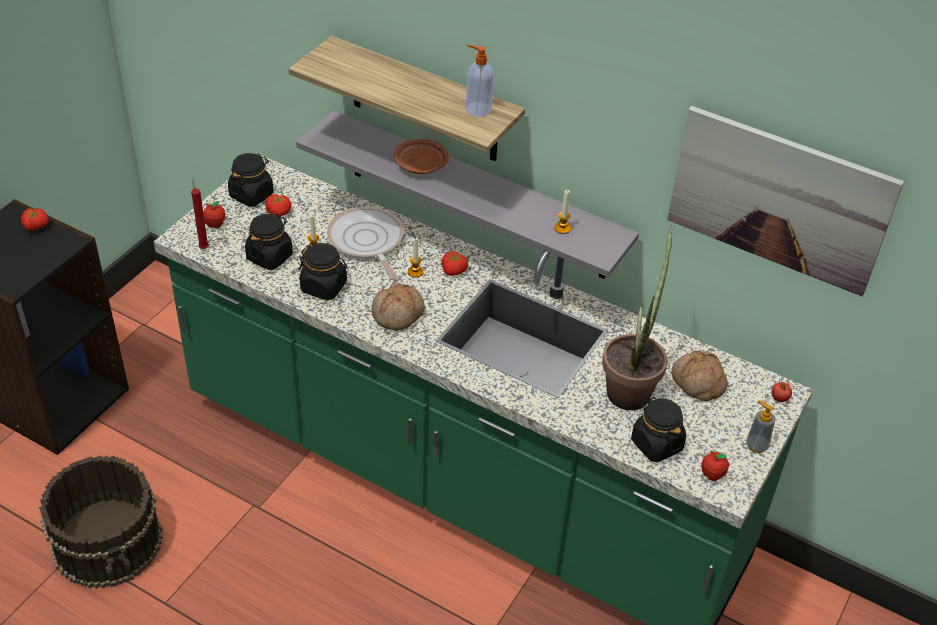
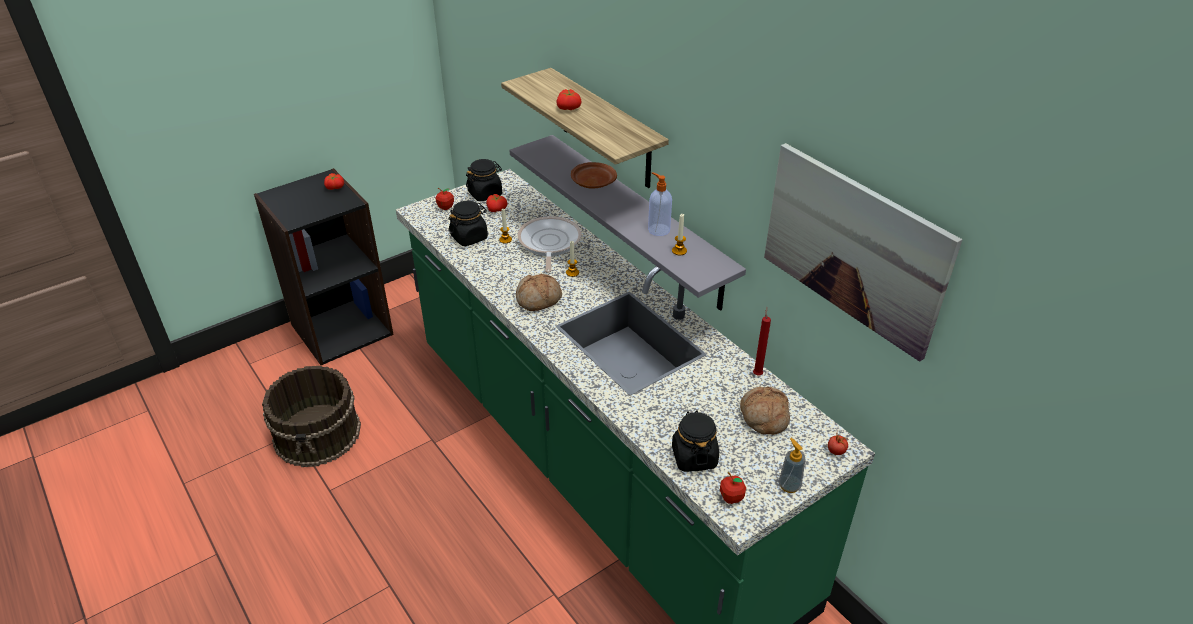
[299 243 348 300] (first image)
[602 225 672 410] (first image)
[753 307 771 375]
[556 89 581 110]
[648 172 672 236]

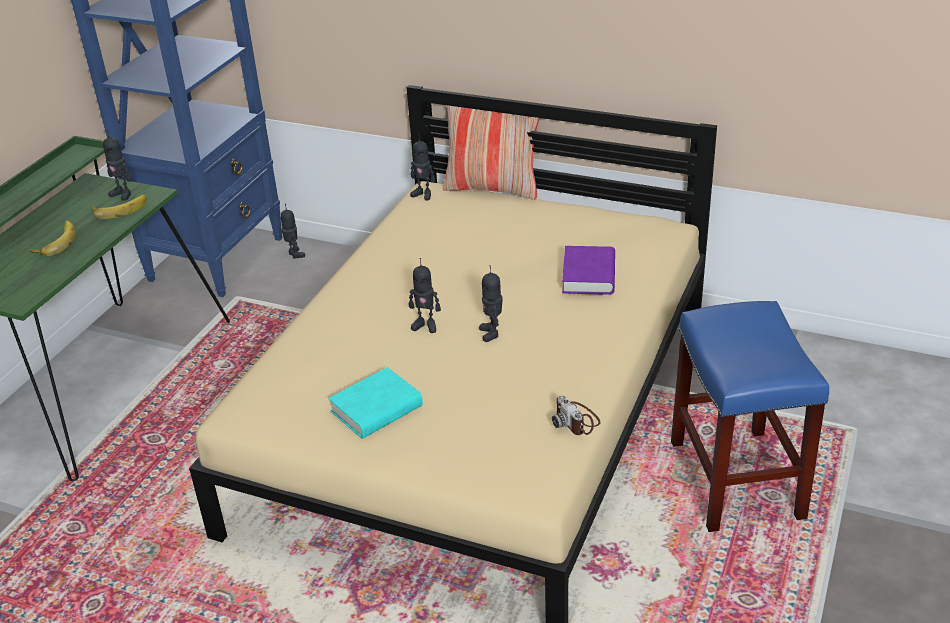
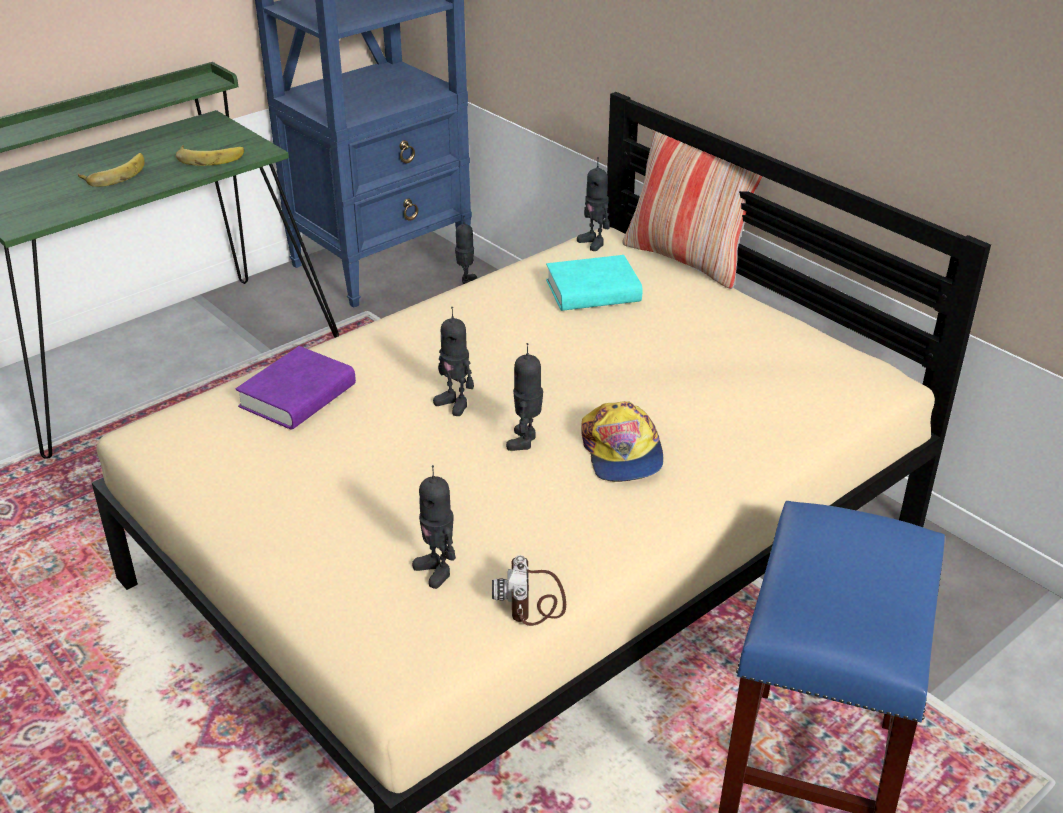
[581 401 663 482]
[412 465 456 589]
[546 255 643 311]
[236 346 356 430]

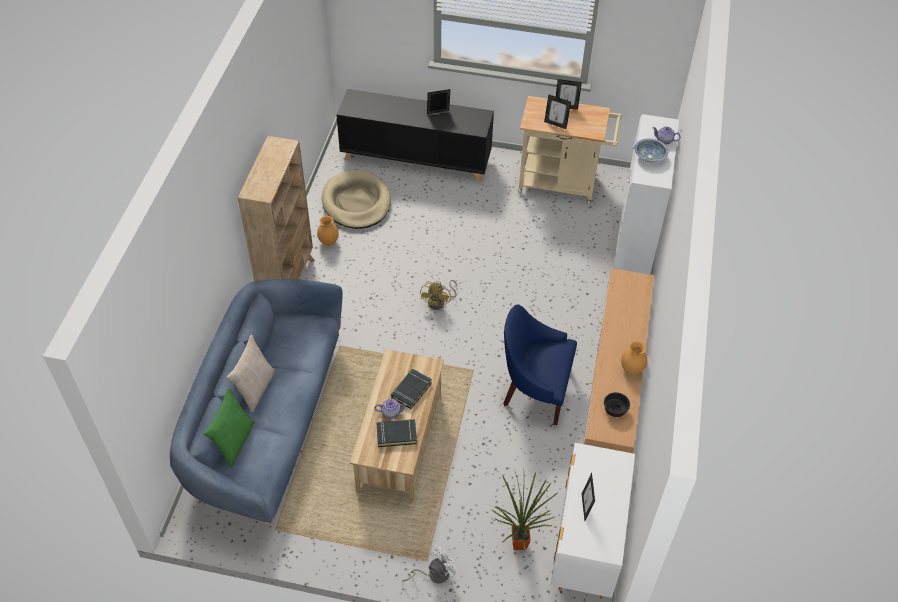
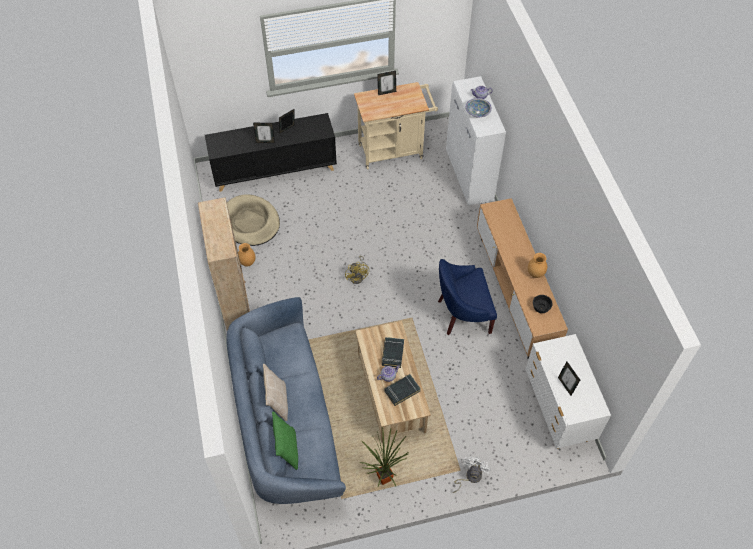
[360 428 408 487]
[253 123 275 143]

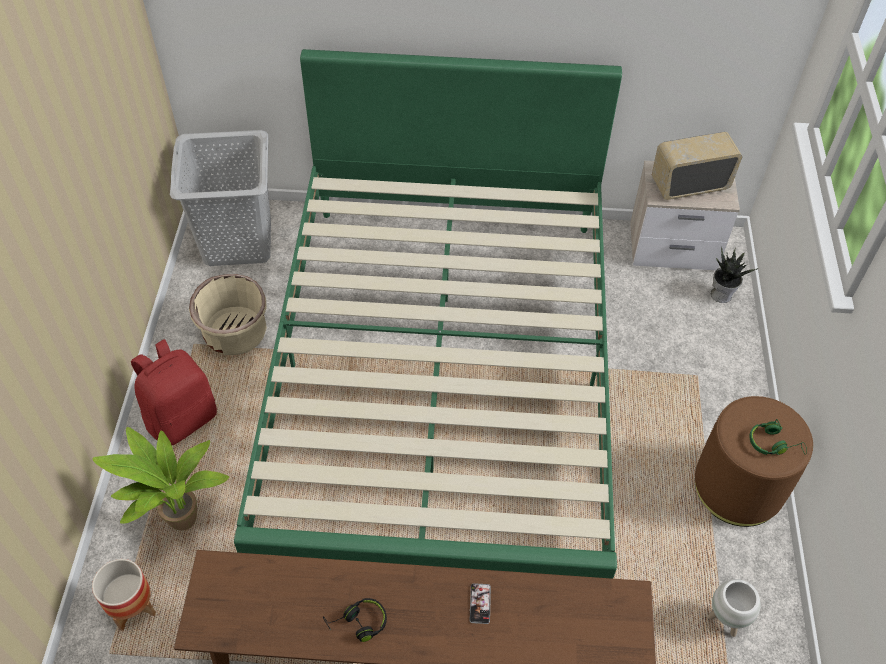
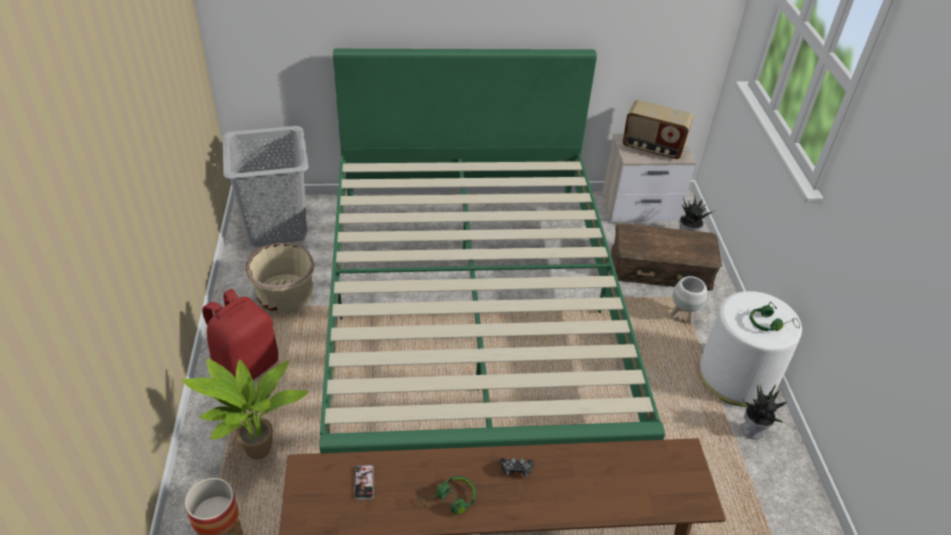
[499 458 534 477]
[611 223 722 291]
[741 384 787 440]
[355 465 374 500]
[670 276 707 325]
[417 476 476 515]
[700 291 802 407]
[623 100 694 159]

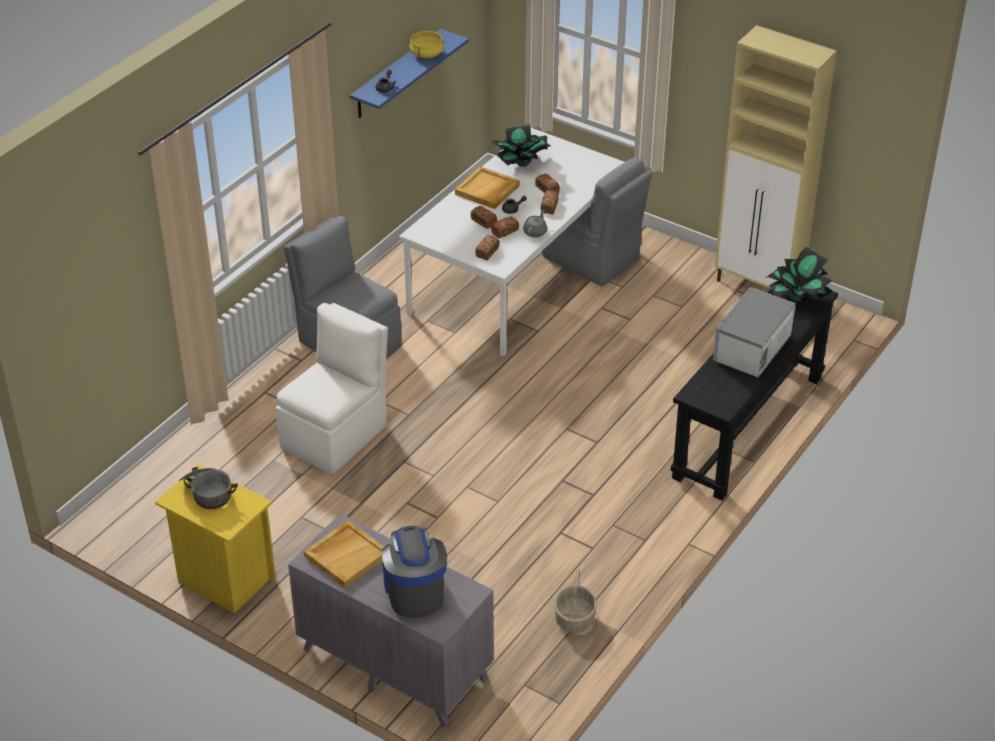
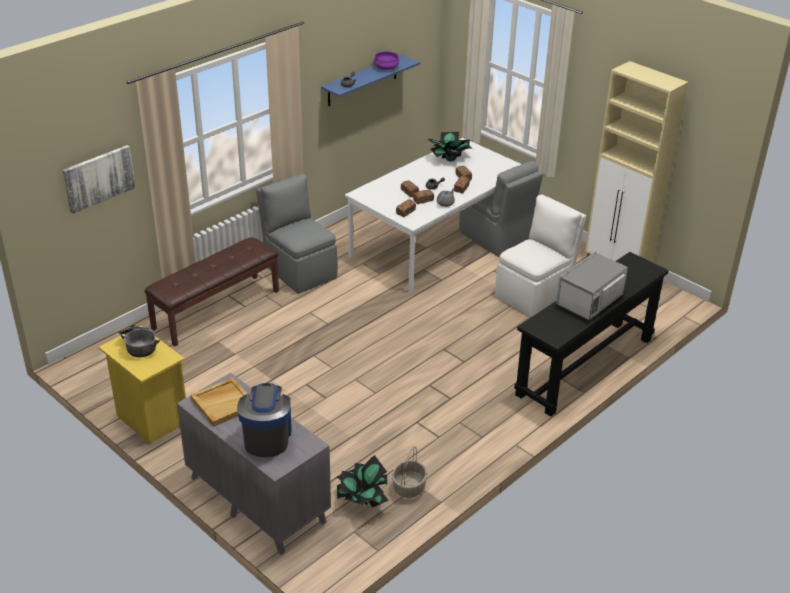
[455 167 520 209] (first image)
[63 145 136 214]
[144 237 279 346]
[495 194 586 317]
[335 455 389 507]
[374 51 399 70]

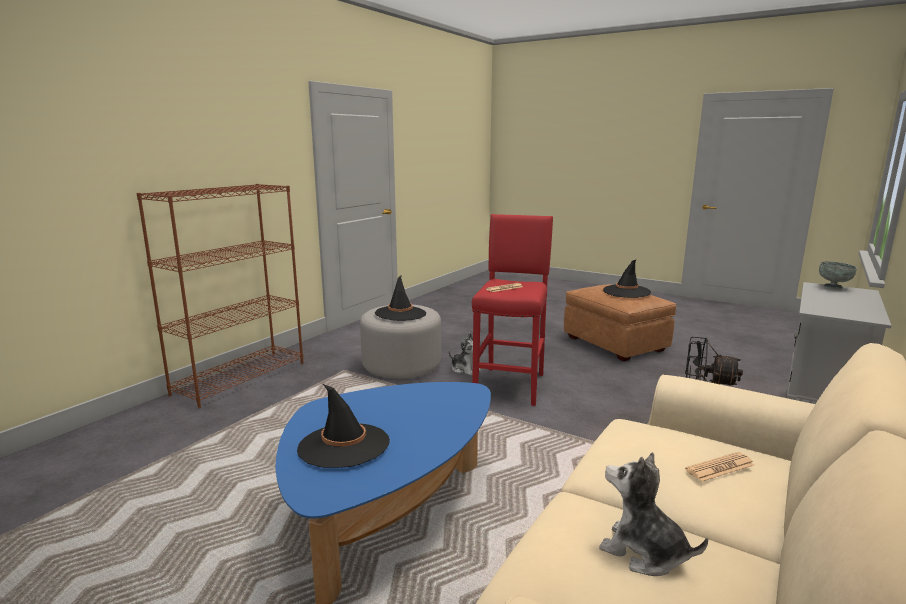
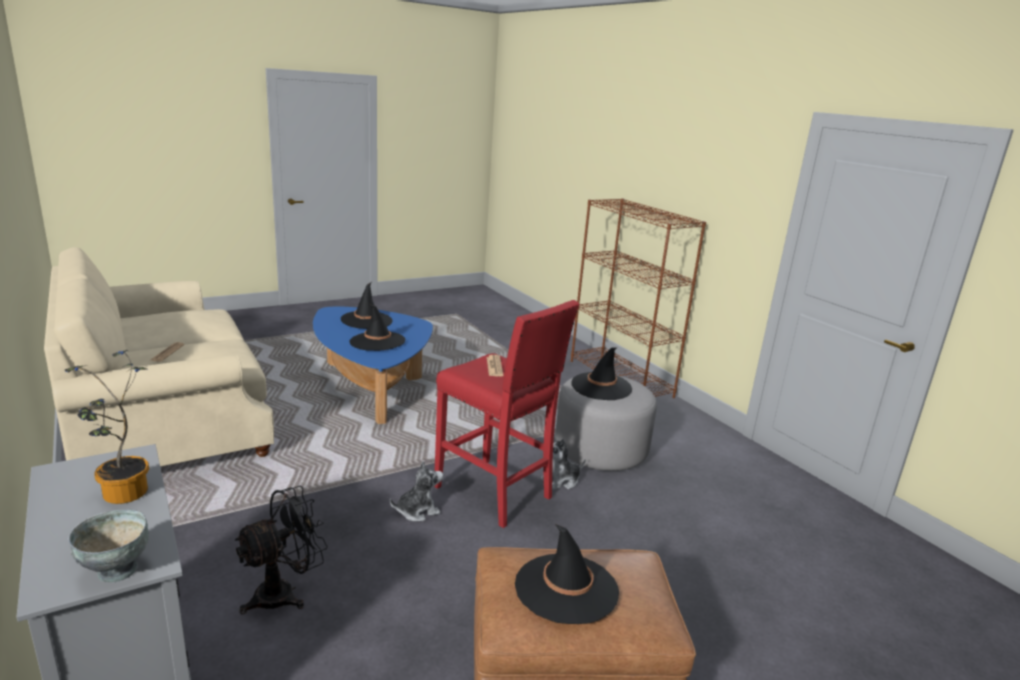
[65 350 149 504]
[349 305 406 351]
[390 461 443 522]

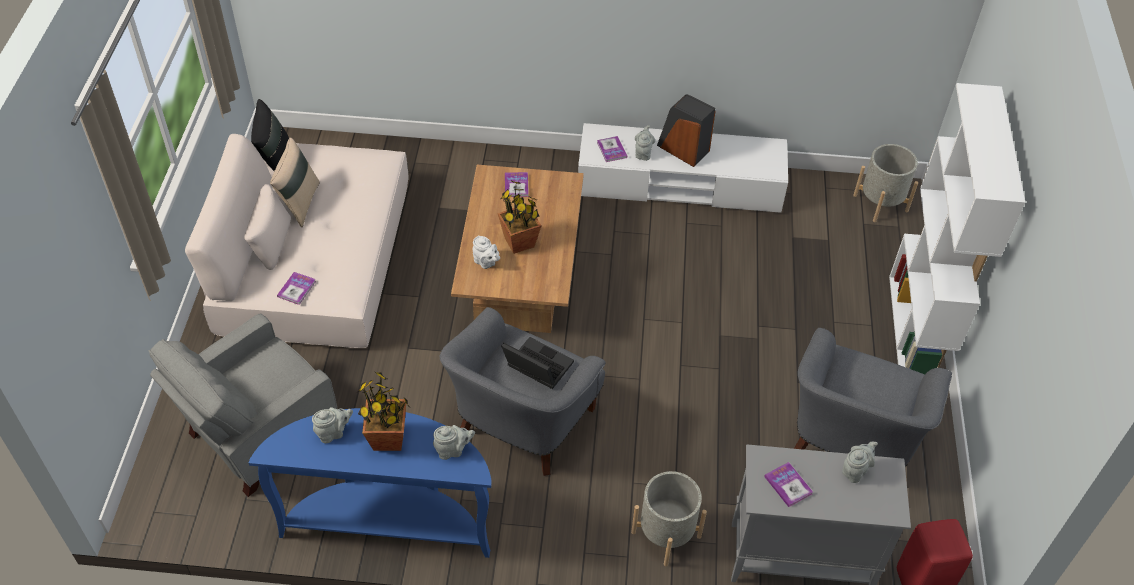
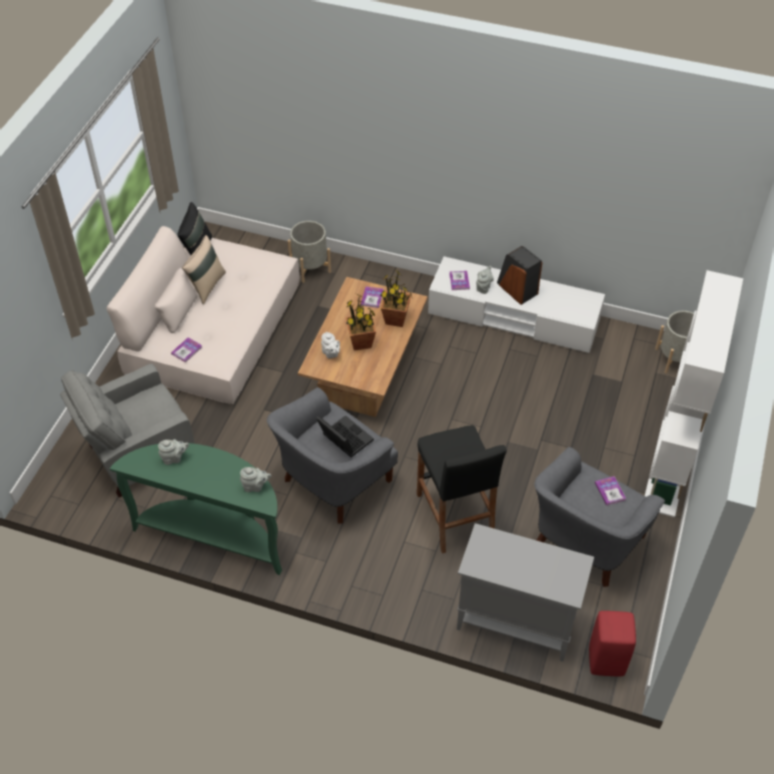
[842 441 878 483] (first image)
[417 425 507 554]
[380 270 412 327]
[288 221 331 283]
[595 476 626 505]
[110 443 282 575]

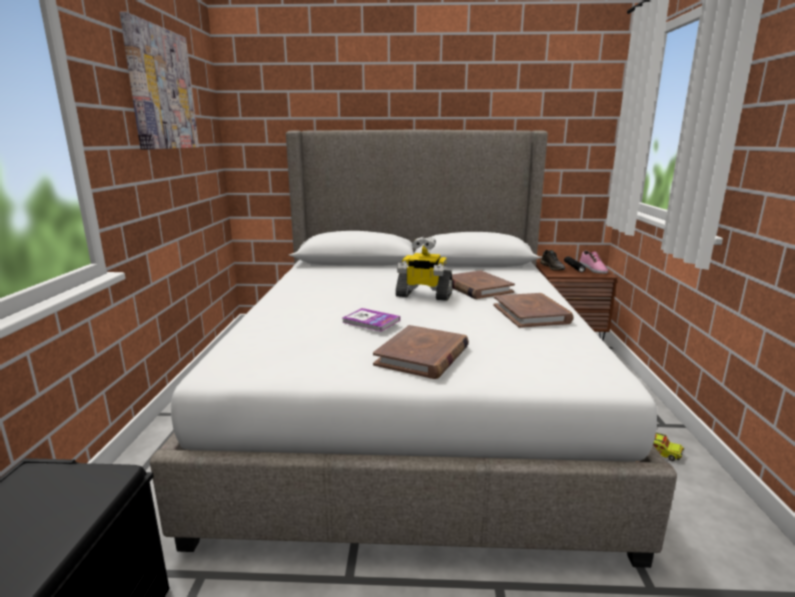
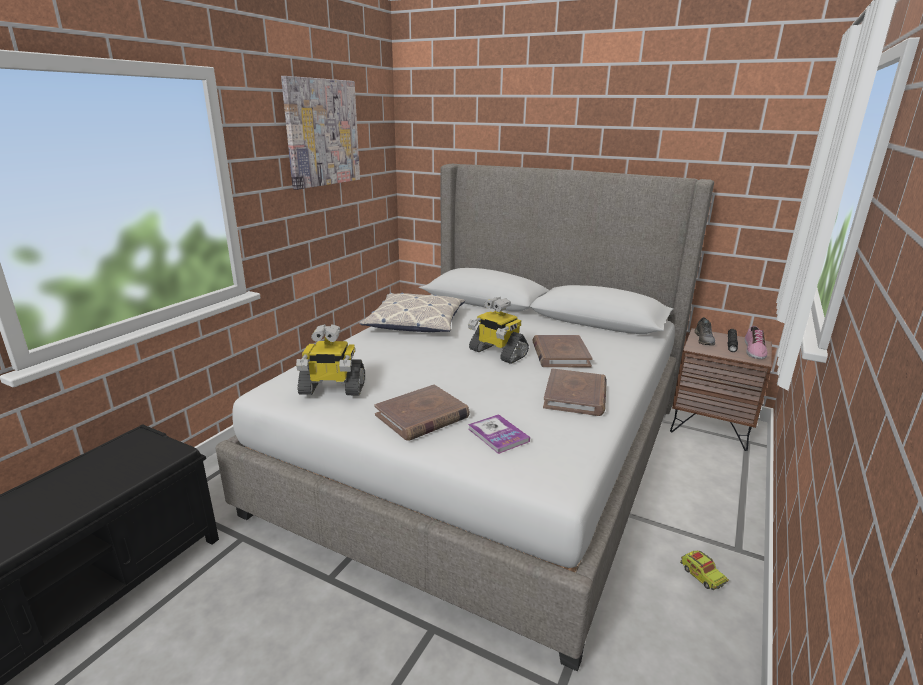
[296 324 365 396]
[359 293 465 332]
[468 414 530 454]

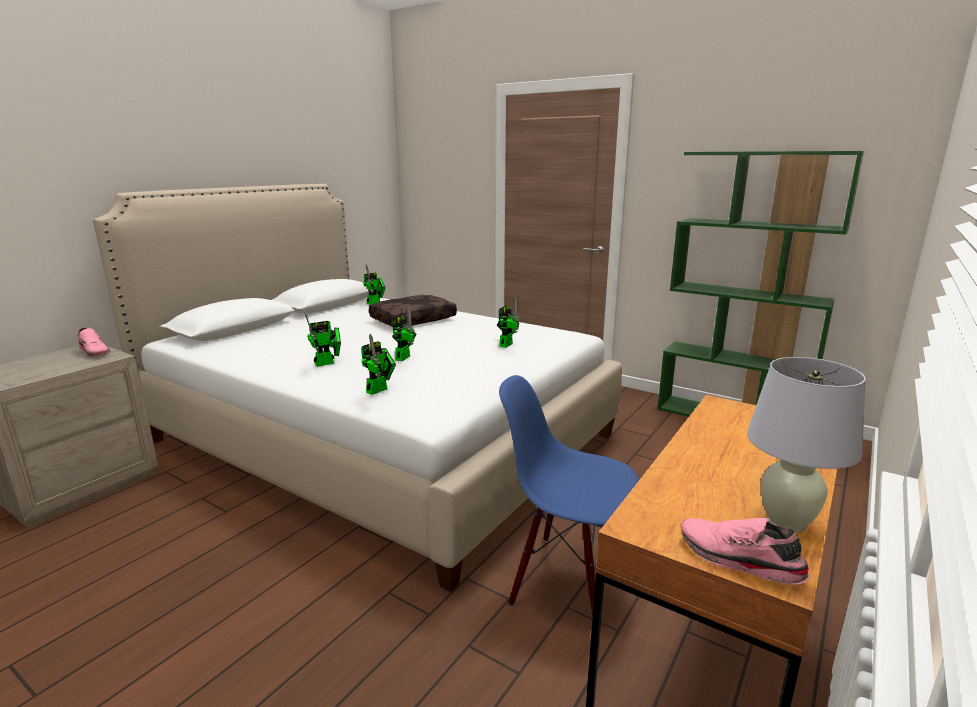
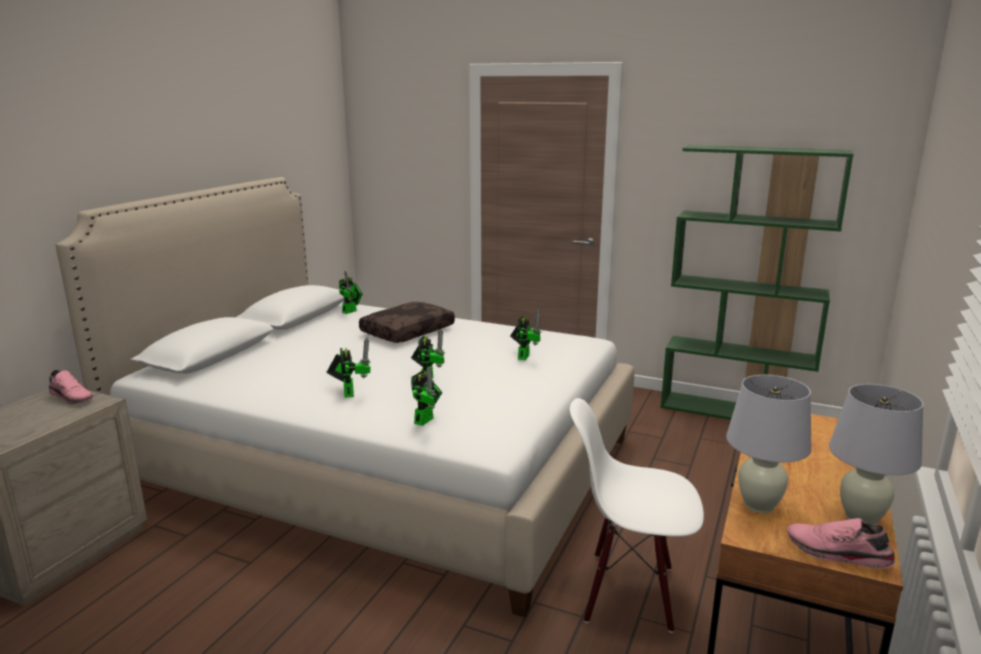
[726 375 812 513]
[570 398 704 633]
[326 338 371 398]

